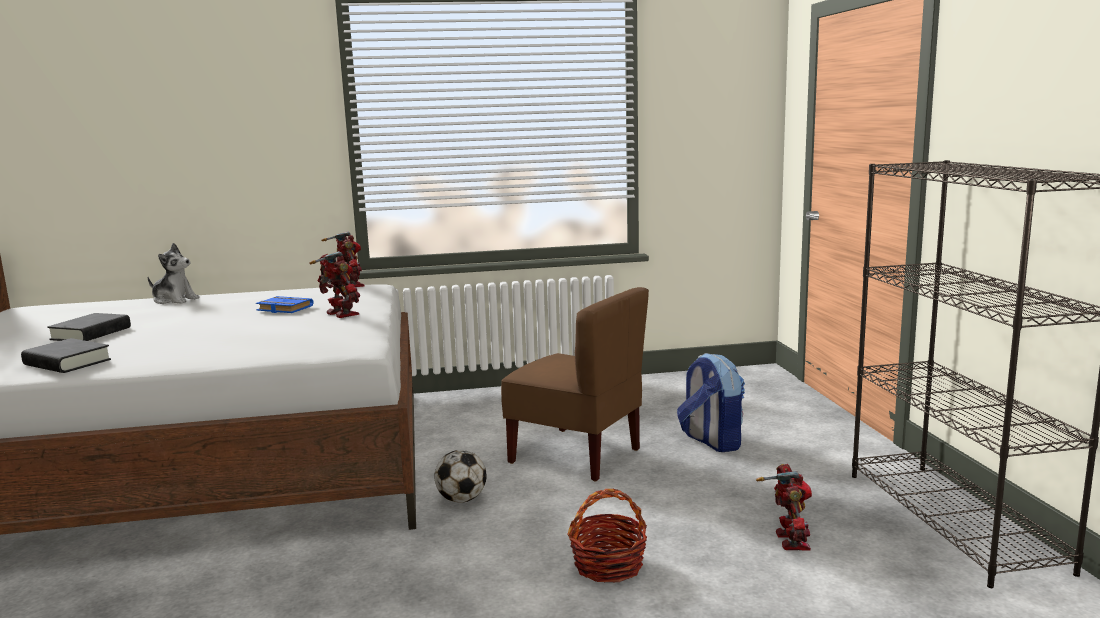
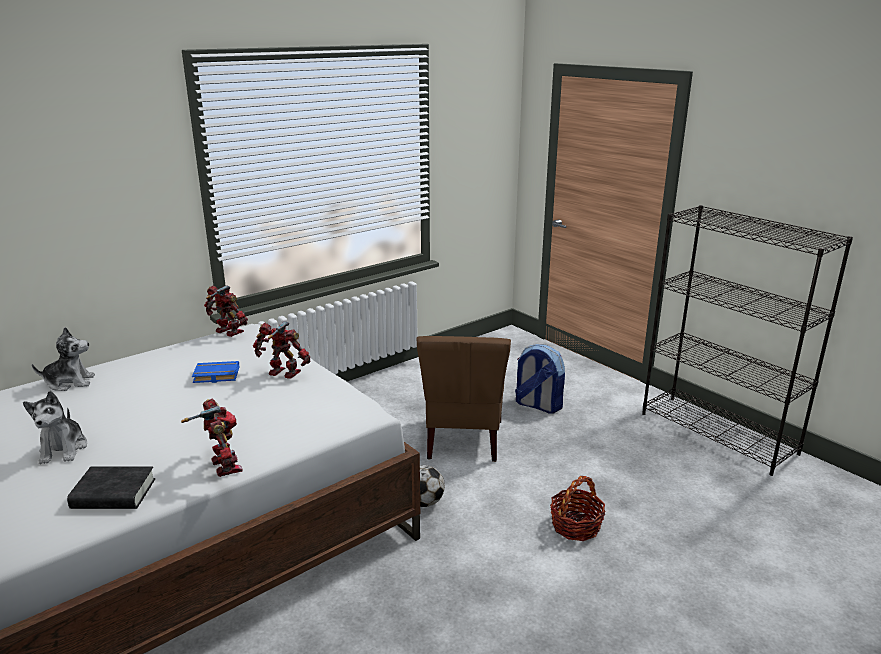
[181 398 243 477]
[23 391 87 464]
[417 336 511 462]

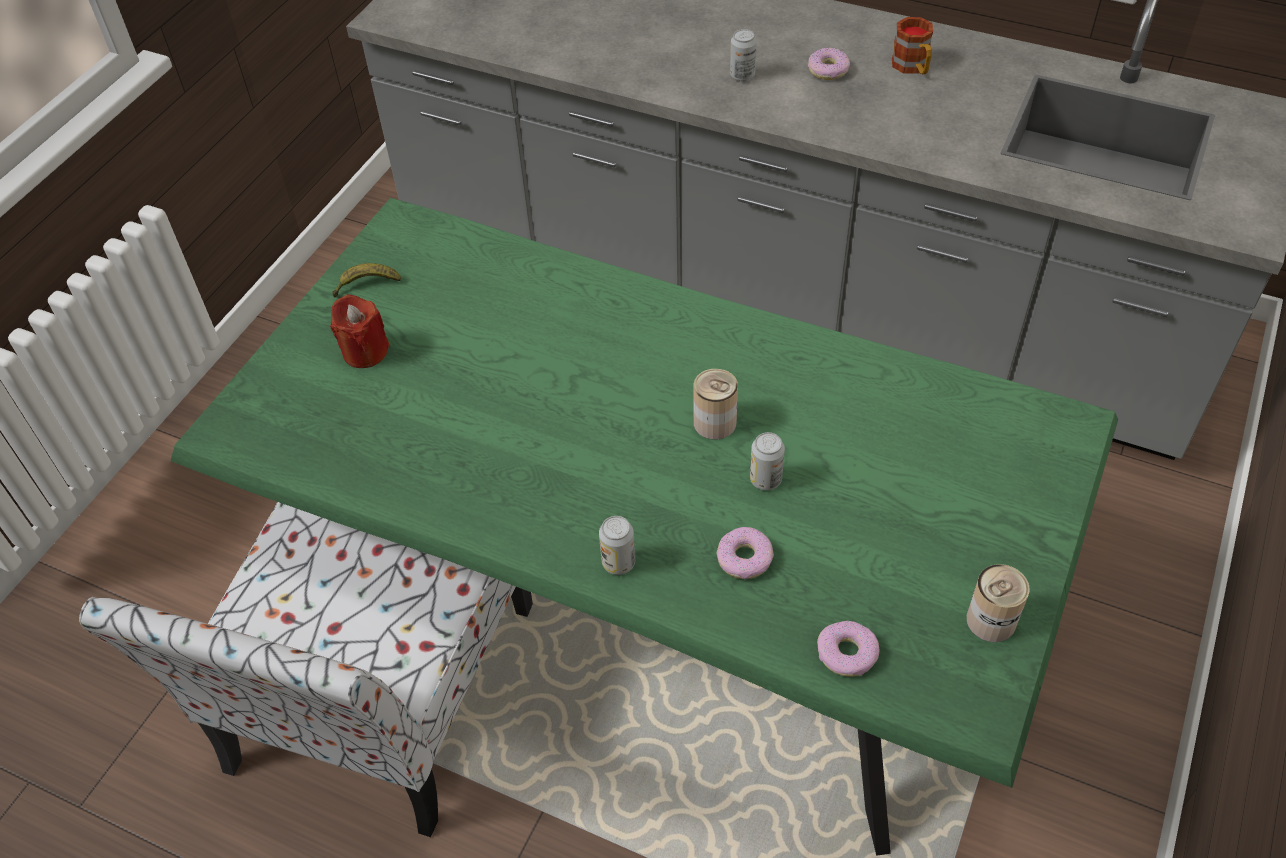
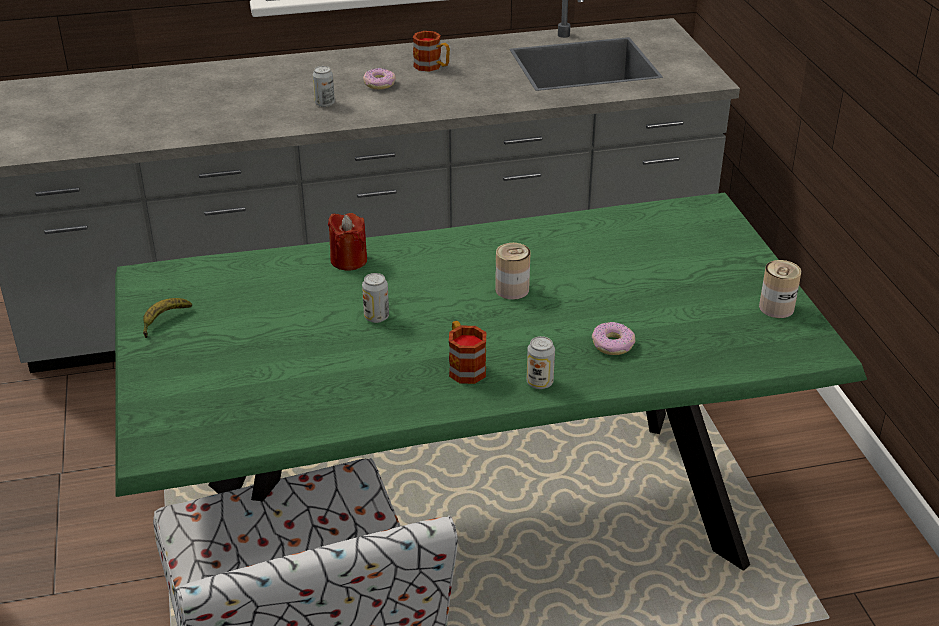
[817 621 879 677] (first image)
[449 321 486 384]
[328 213 367 271]
[362 273 389 323]

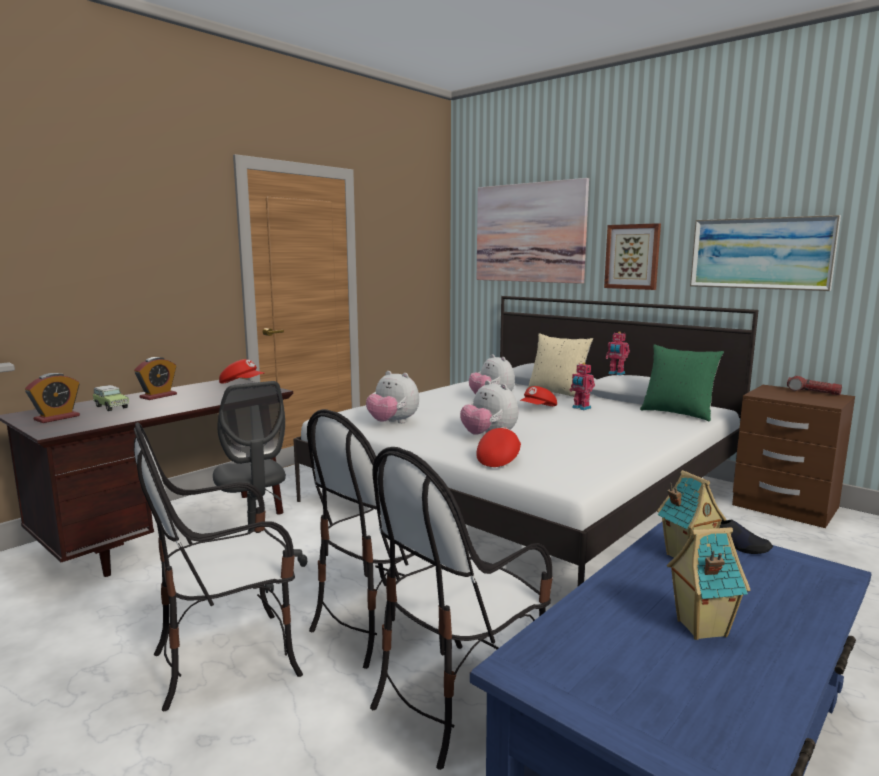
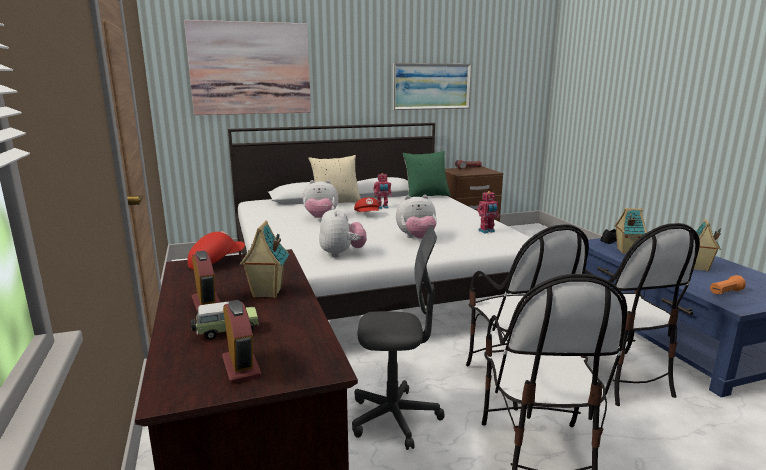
[476 427 521 467] (first image)
[604 223 661 290] (first image)
[239 220 289 298]
[710 275 746 294]
[477 191 499 234]
[319 206 367 257]

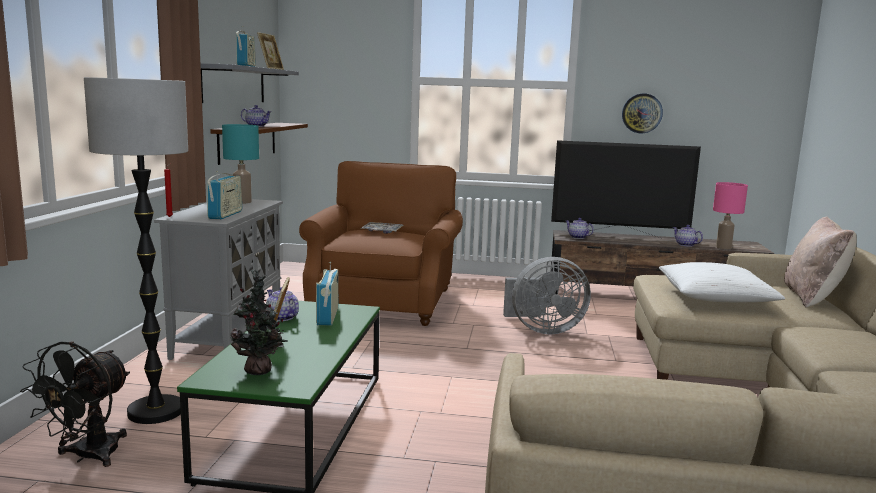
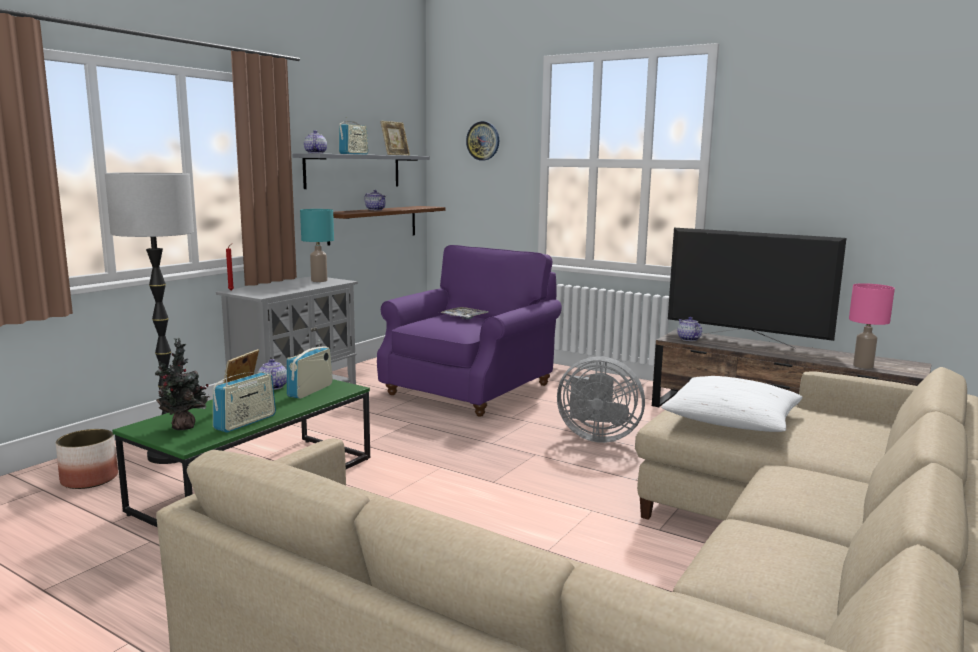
[784 217 857 307] (first image)
[213 372 276 433]
[466 121 499 160]
[304 130 327 154]
[56 429 118 489]
[377 245 562 417]

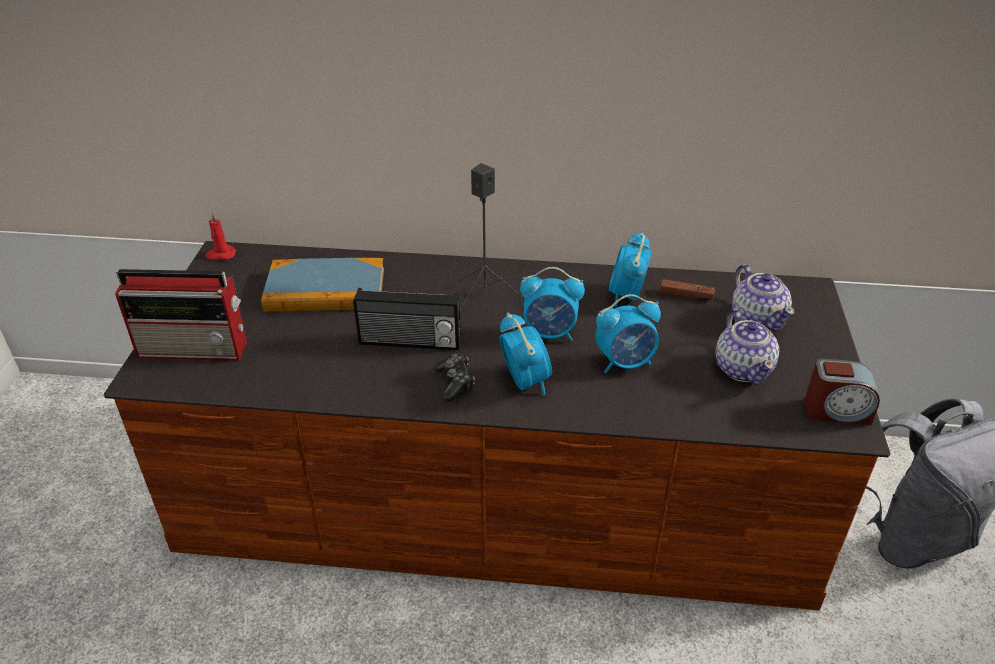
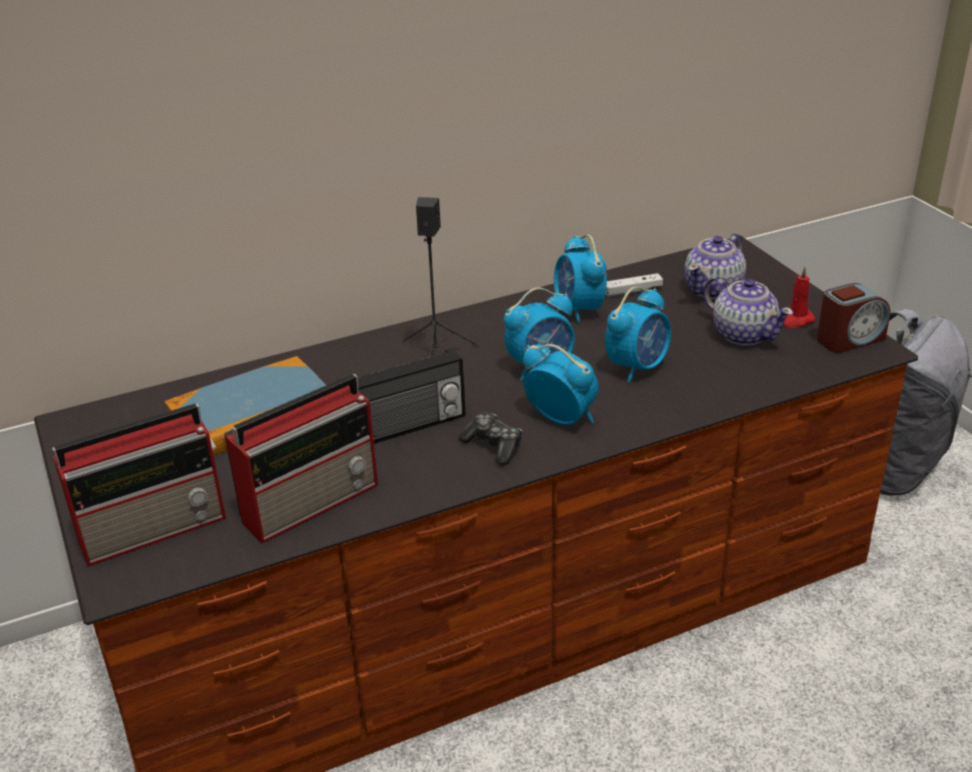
[224 374 378 543]
[783 266 815 328]
[606 273 663 297]
[684 233 746 299]

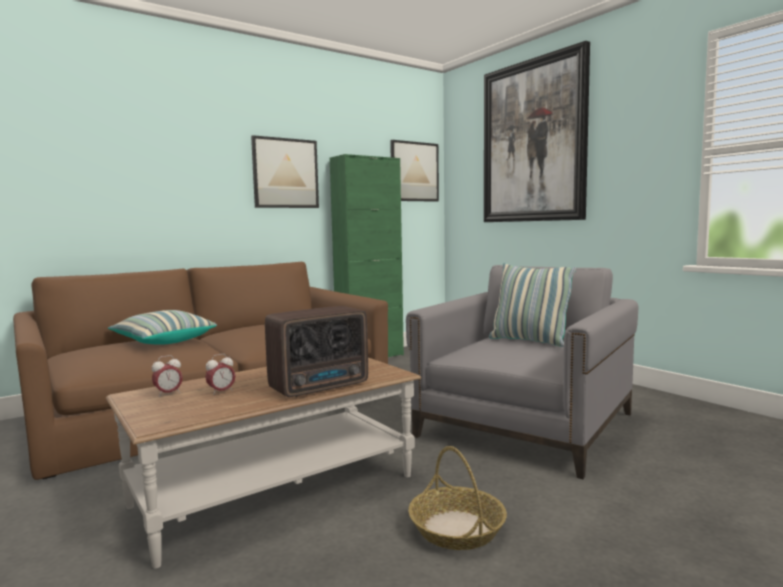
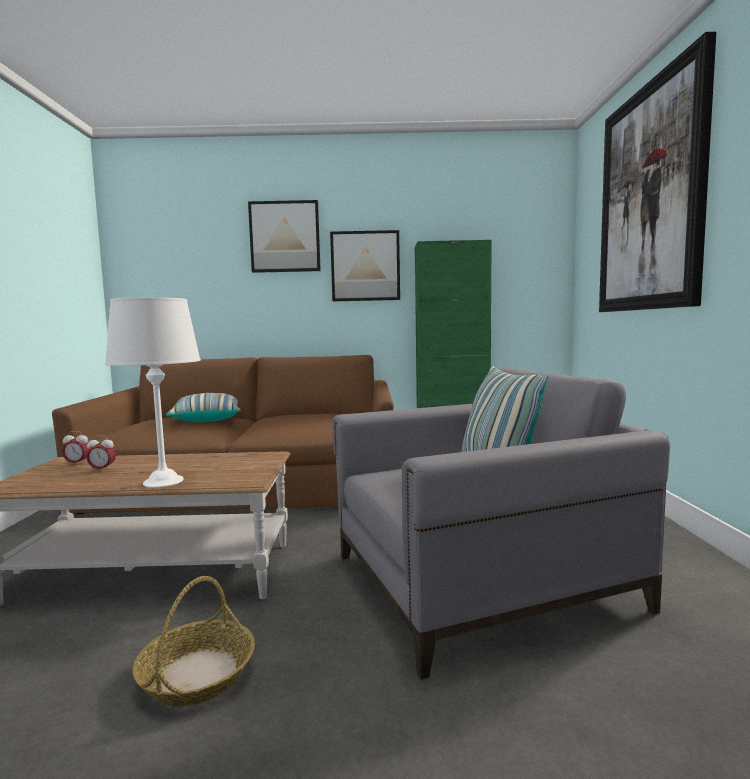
[248 200 321 273]
[105 297 201 488]

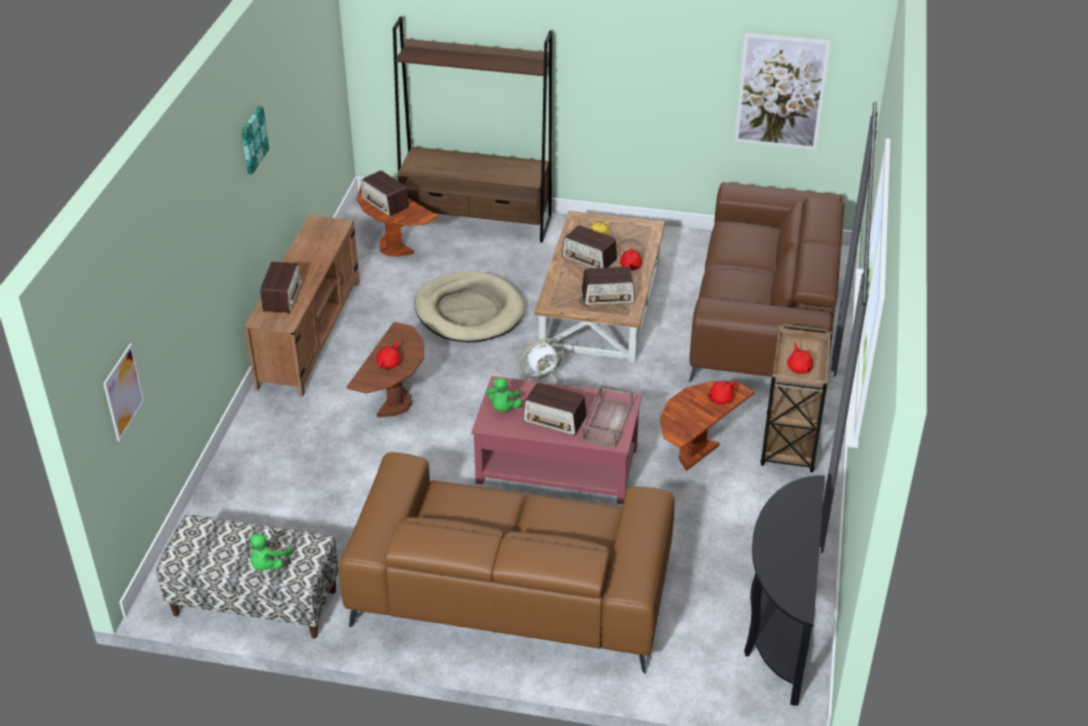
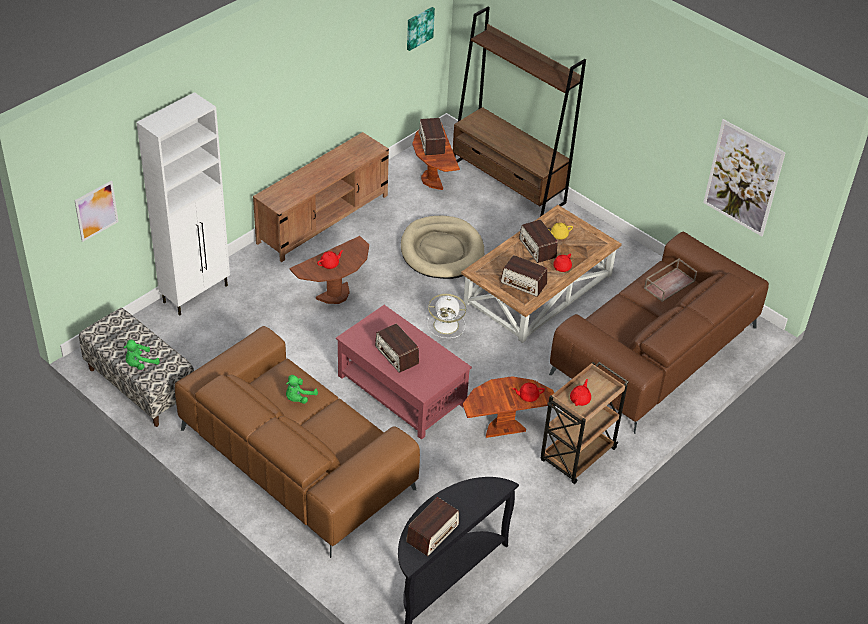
[136 92 230 315]
[407 7 435 51]
[406 497 459 556]
[286 375 318 404]
[644 258 697 302]

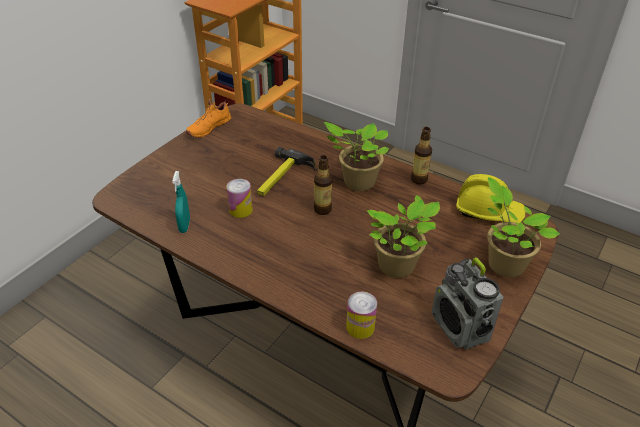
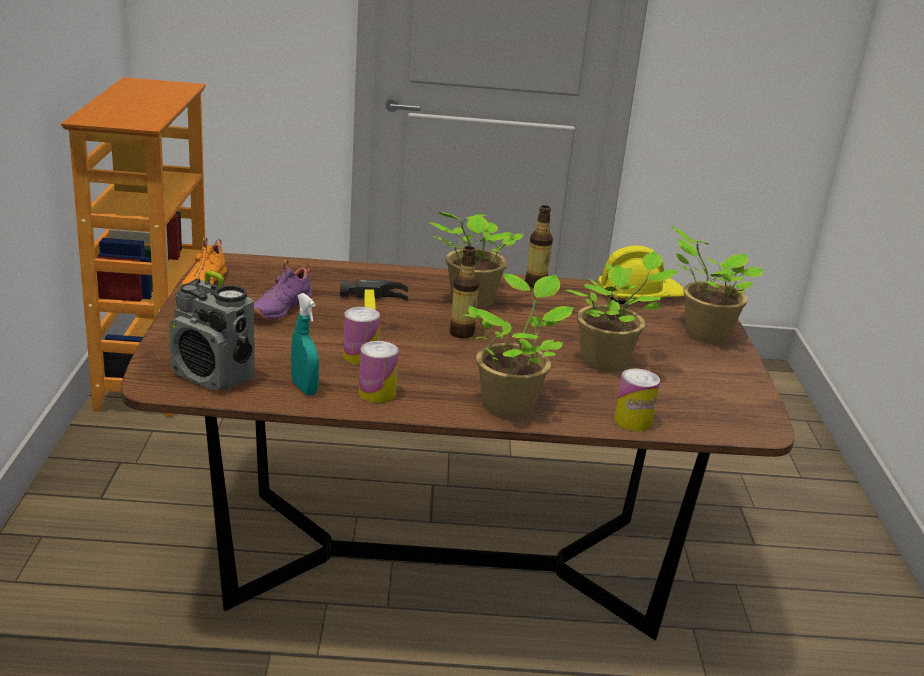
[254 260 312 321]
[359 341 399 403]
[463 274 574 418]
[169 270 254 391]

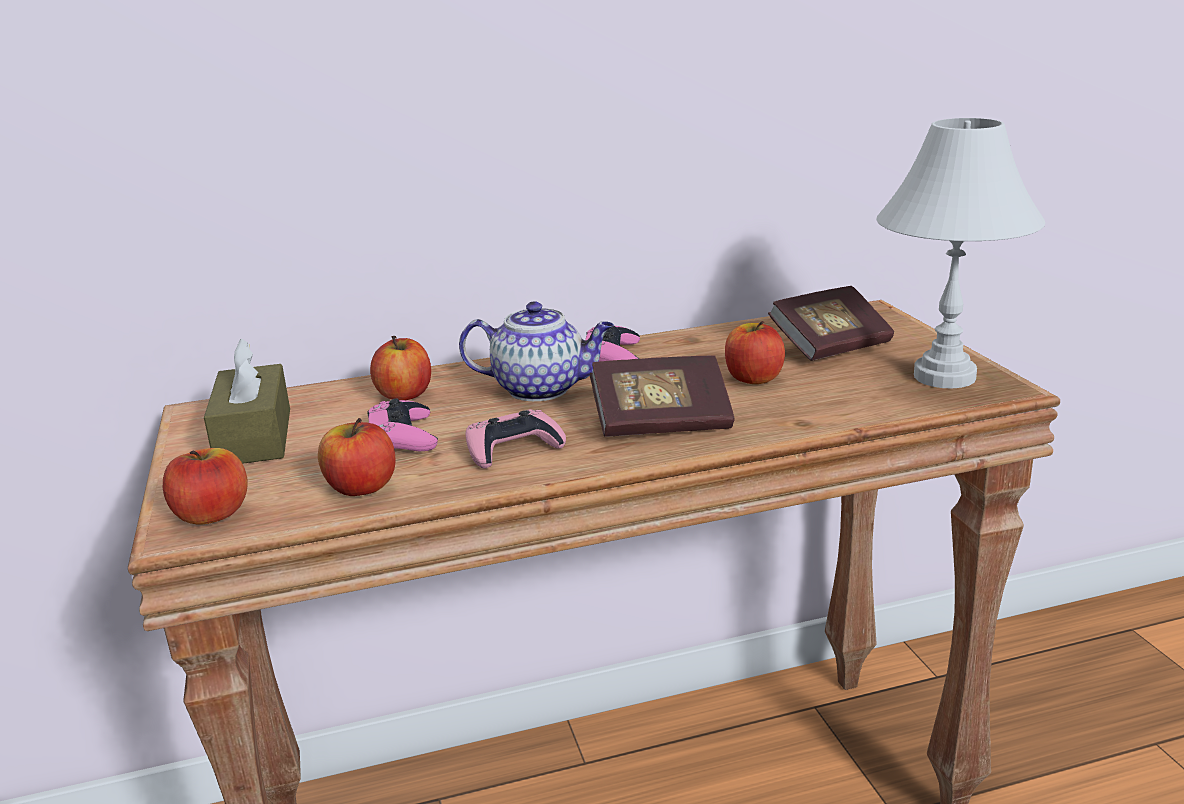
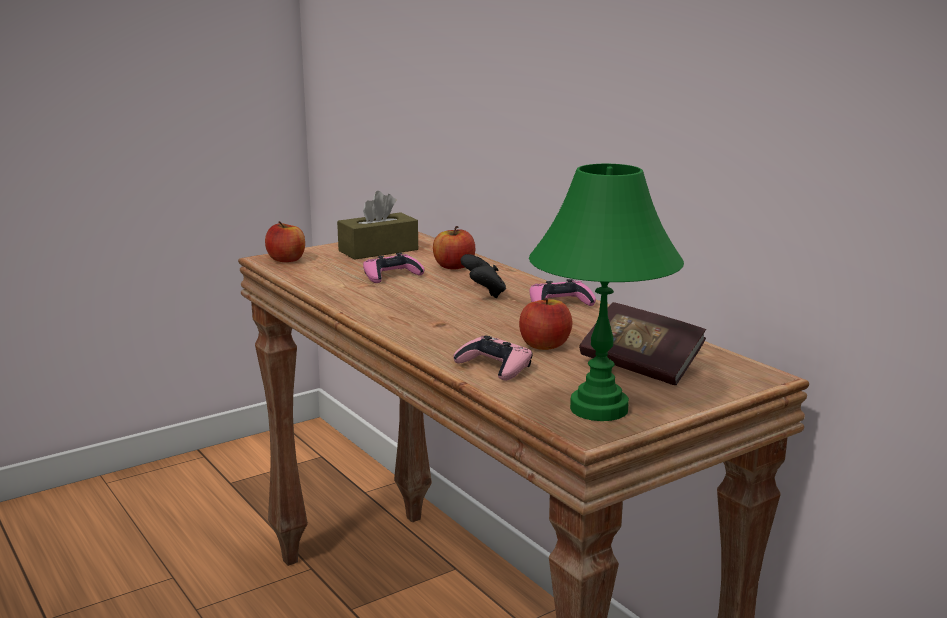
[318 418 395 496] (first image)
[589 356 734 436] (first image)
[453 336 532 381]
[461 254 506 298]
[529 164 684 421]

